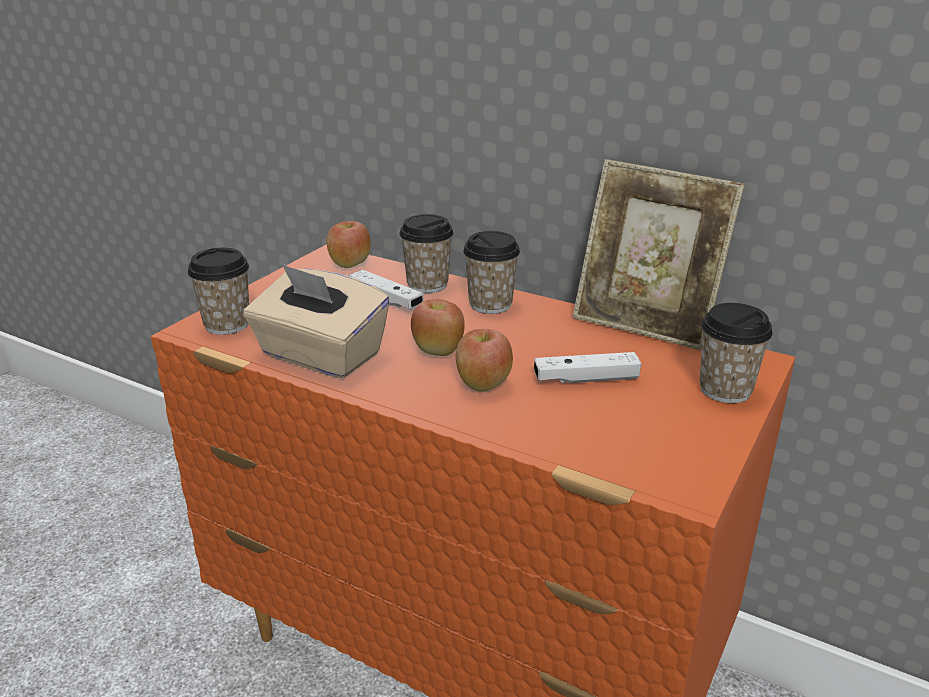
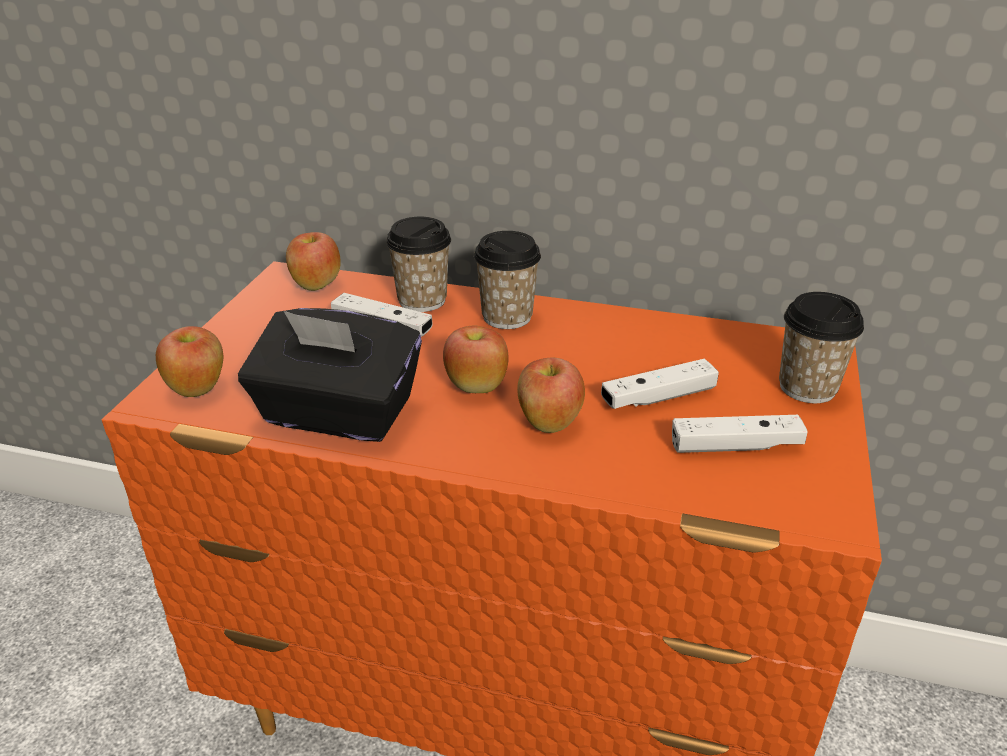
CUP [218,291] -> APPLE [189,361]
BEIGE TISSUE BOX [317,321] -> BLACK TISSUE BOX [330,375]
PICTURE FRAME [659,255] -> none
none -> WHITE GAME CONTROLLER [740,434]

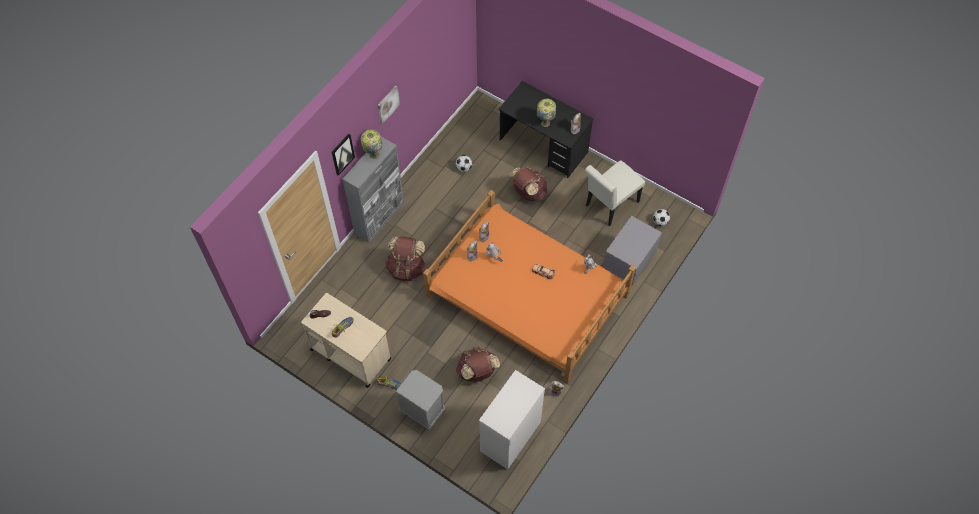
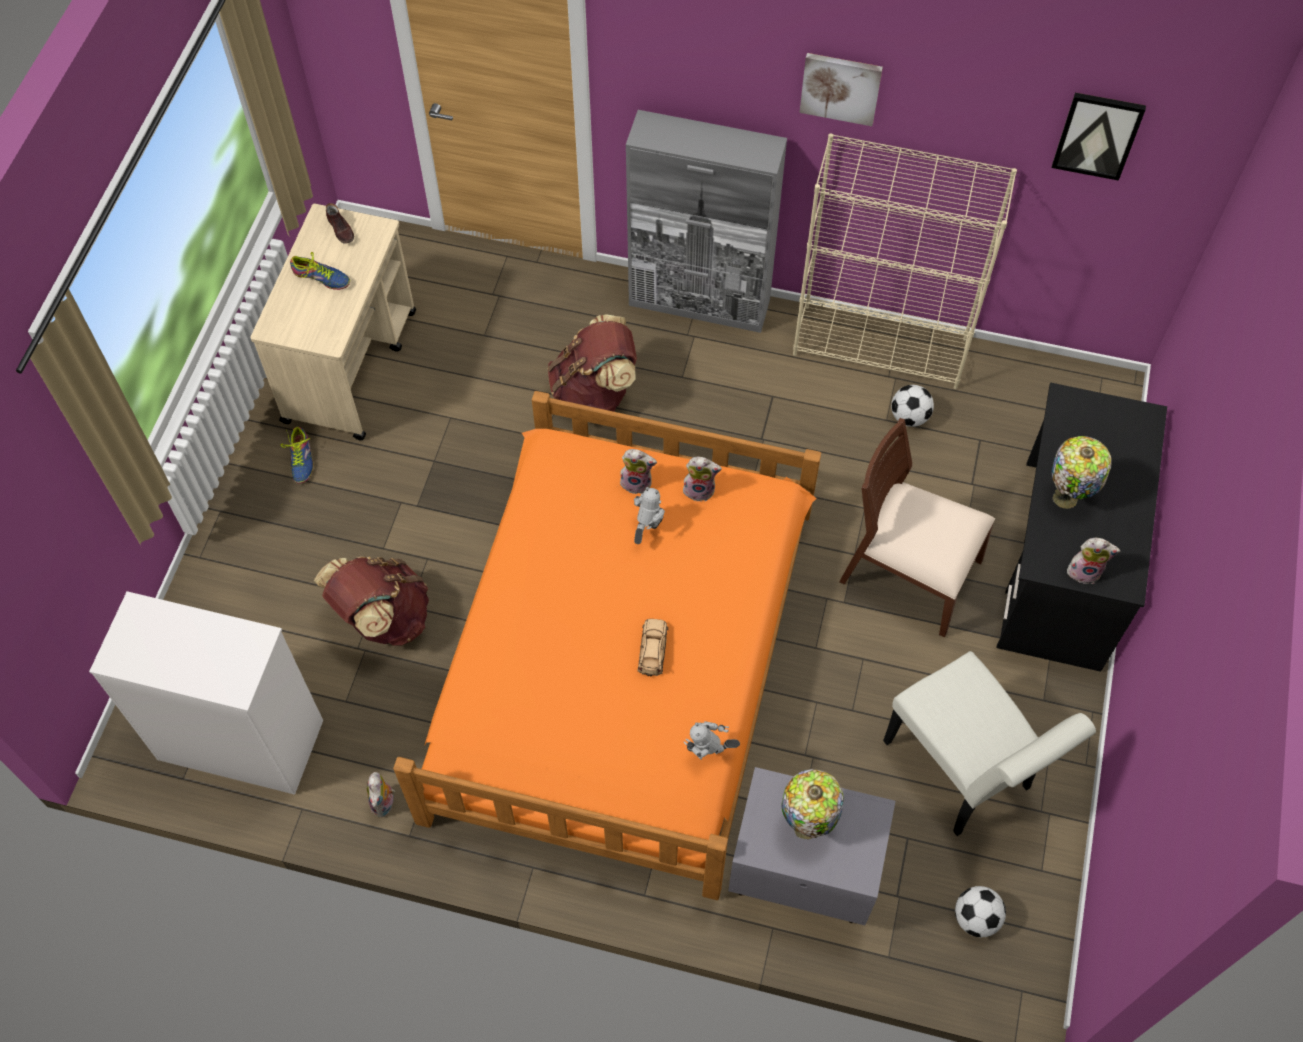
PICTURE [343,154] -> PICTURE [1099,137], shifted
TABLE LAMP [372,144] -> TABLE LAMP [813,804], shifted
GREY NIGHTSTAND [420,400] -> none
BROWN BACKPACK [527,184] -> BROWN CHAIR [917,528]
WHITE CHAIR [615,193] -> WHITE CHAIR [989,743], 150 degrees counterclockwise
none -> BEIGE BOOKCASE [905,261]

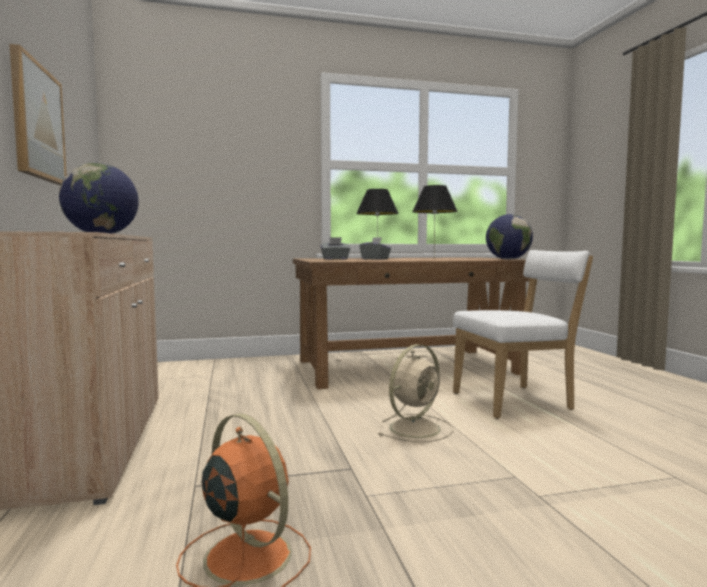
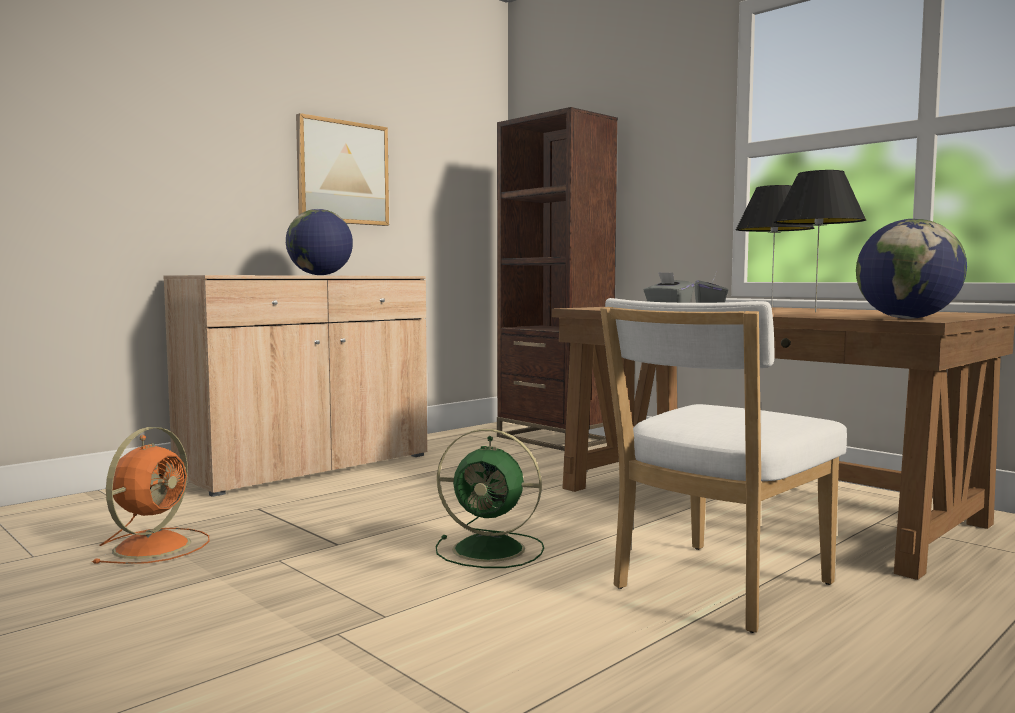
BEIGE FAN [415,393] -> GREEN FAN [490,498]
WHITE CHAIR [523,334] -> WHITE CHAIR [723,465], 90 degrees clockwise
none -> BROWN BOOKCASE [557,279]

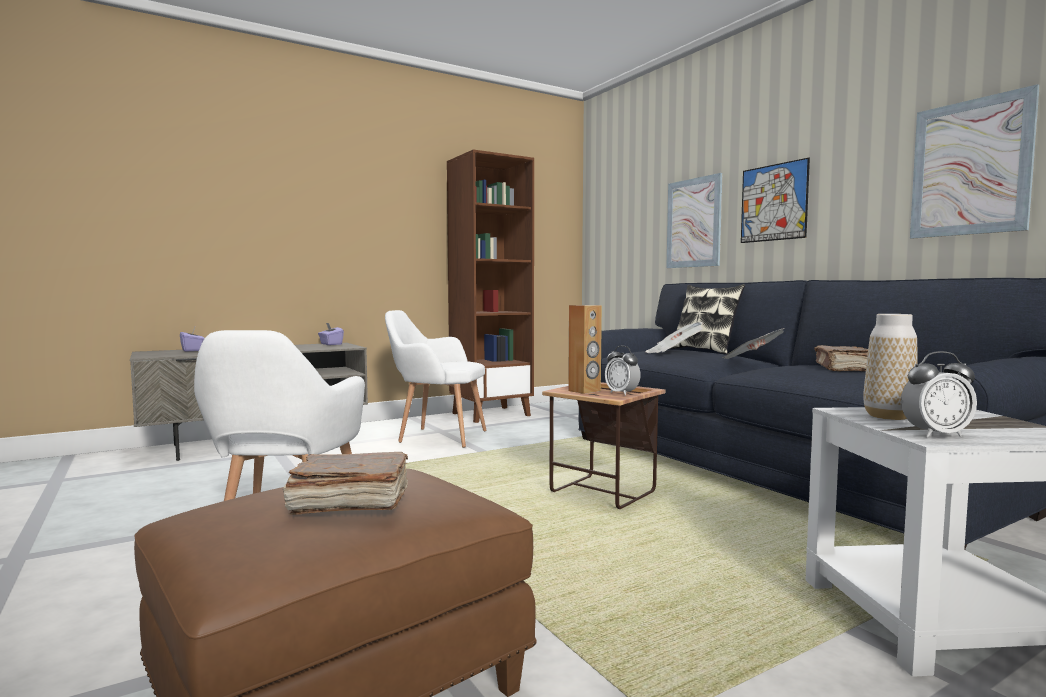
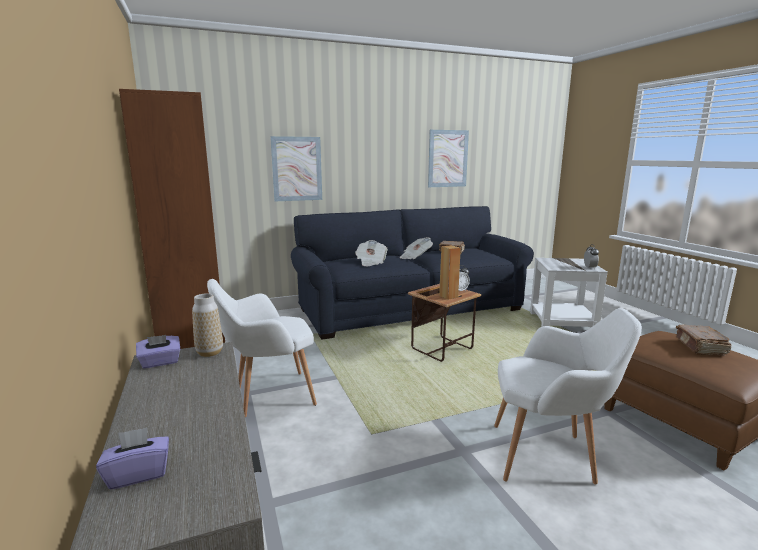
WHITE ARMCHAIR [435,379] -> WHITE ARMCHAIR [262,348], 45 degrees clockwise
PILLOW [708,319] -> none
PICTURE [775,200] -> none
VASE [890,367] -> VASE [207,325], shifted

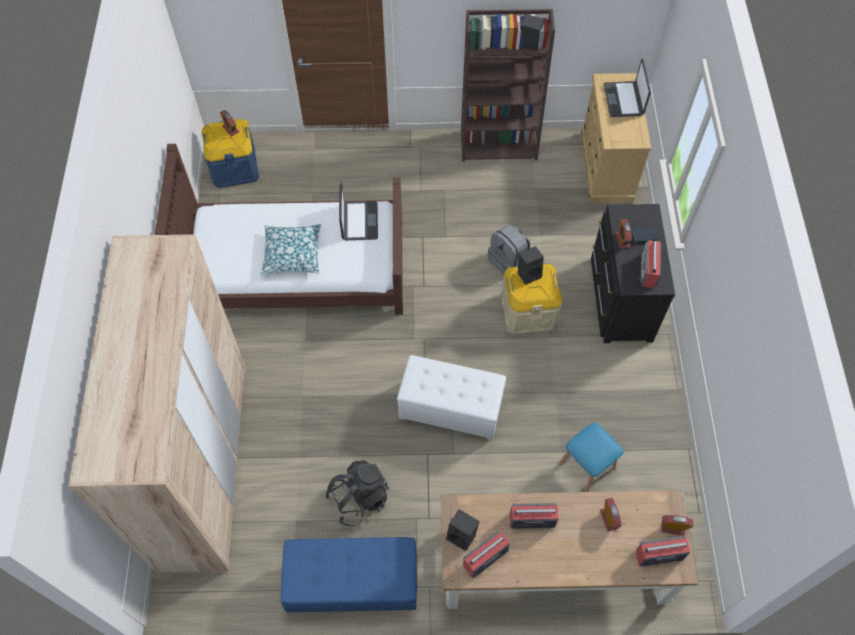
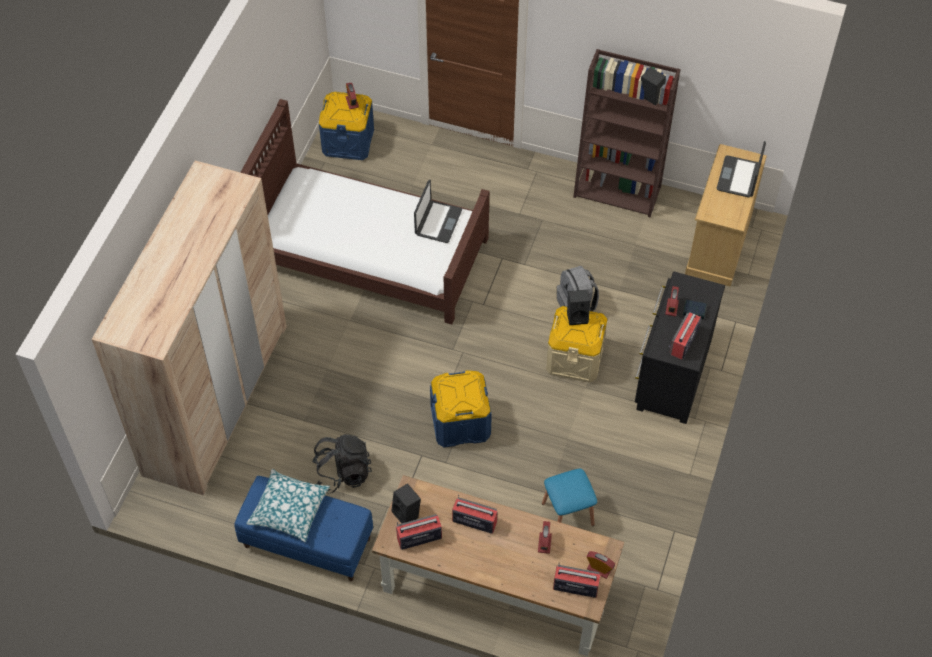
PILLOW [291,249] -> PILLOW [288,505], shifted
WHITE OTTOMAN [451,397] -> BLUE STORAGE BOX [461,409]

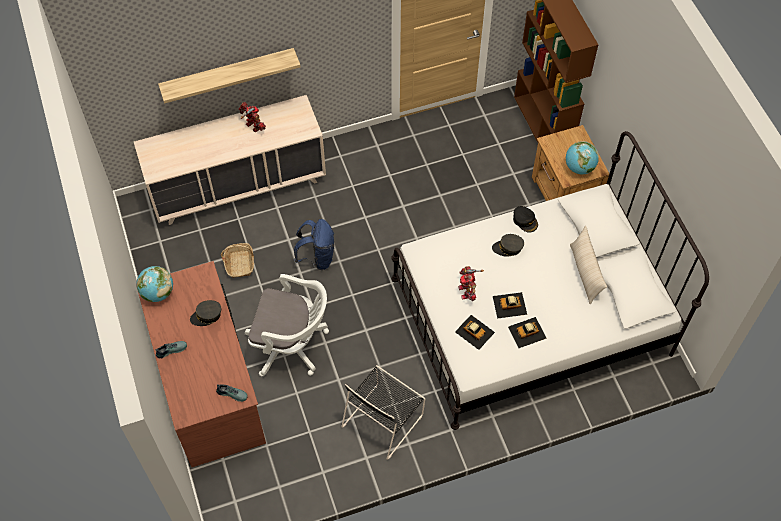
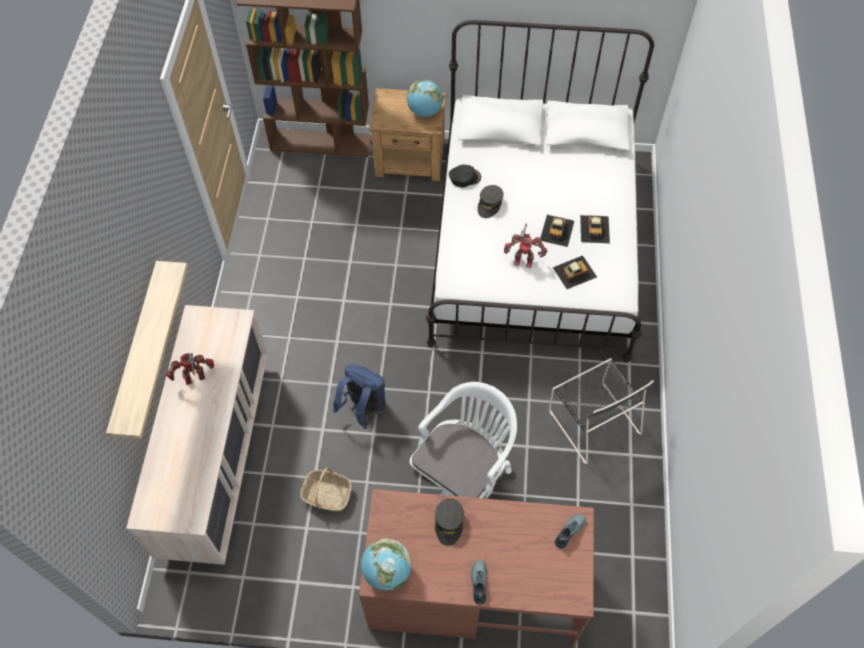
BEIGE PILLOW [588,265] -> none

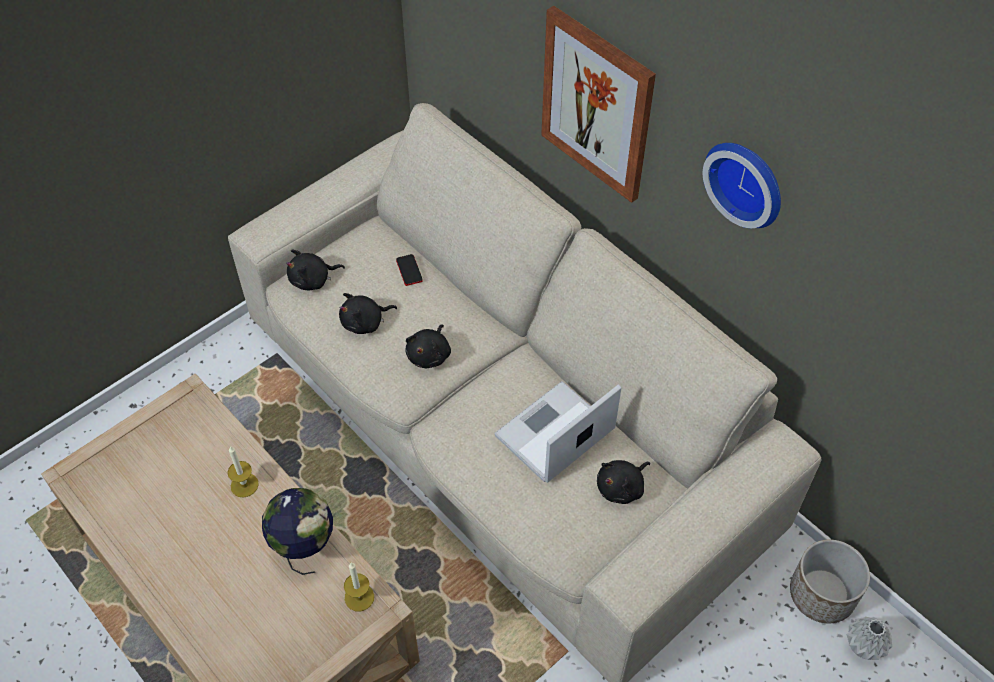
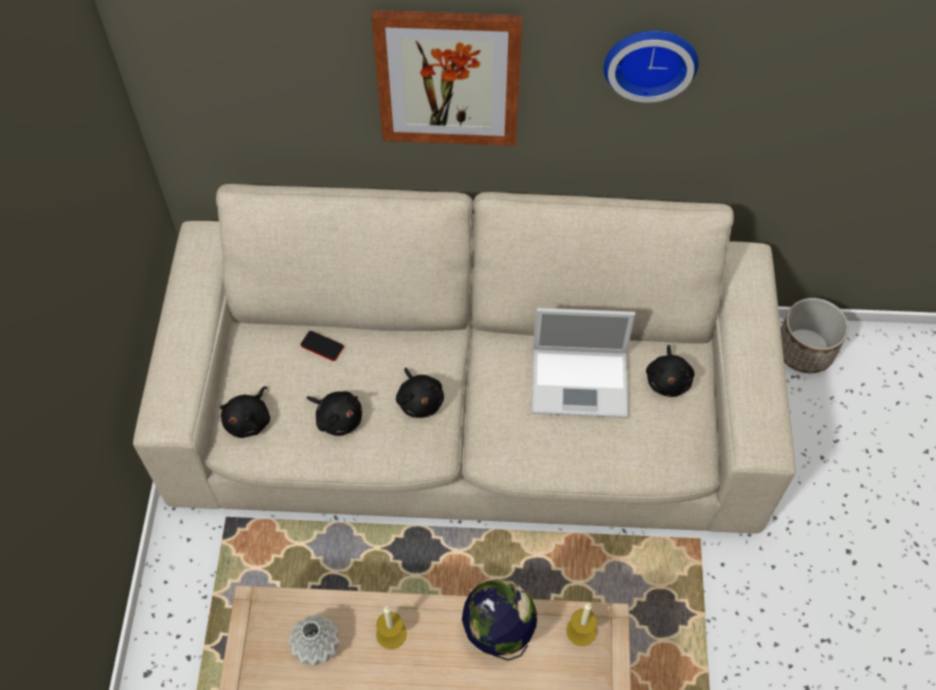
BLACK PLUSH TOY [368,313] -> BLACK PLUSH TOY [334,413], 75 degrees counterclockwise
LAPTOP [557,432] -> LAPTOP [583,363], 90 degrees counterclockwise
GREY VASE [869,638] -> GREY VASE [314,640], shifted

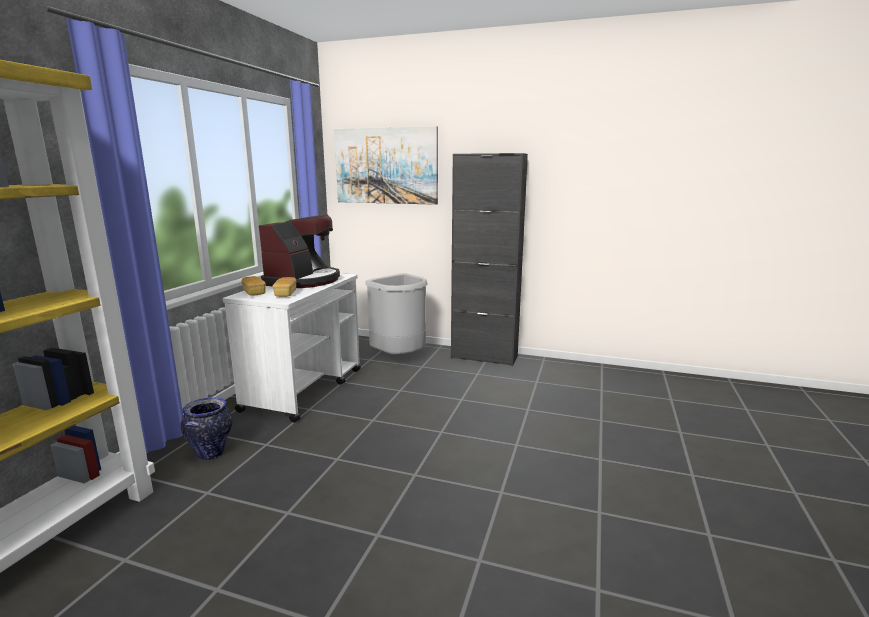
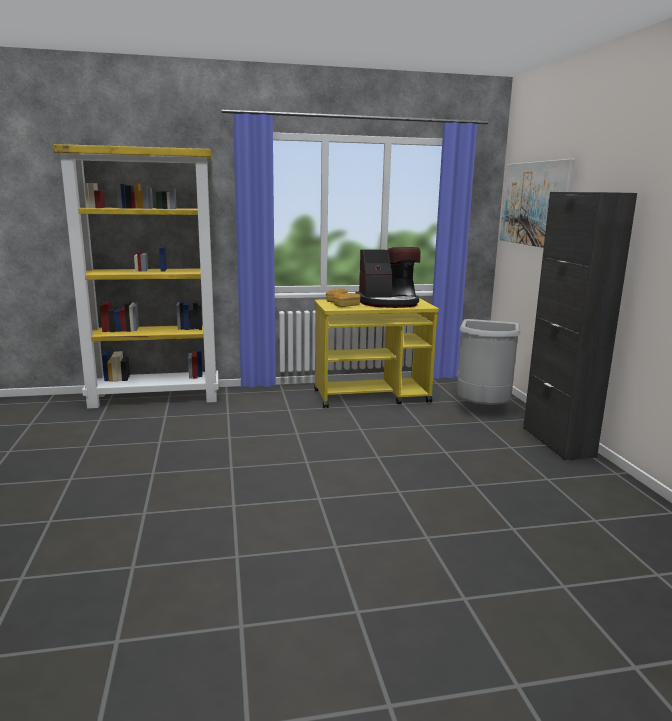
VASE [206,428] -> none
WHITE CART [292,348] -> YELLOW CART [376,353]

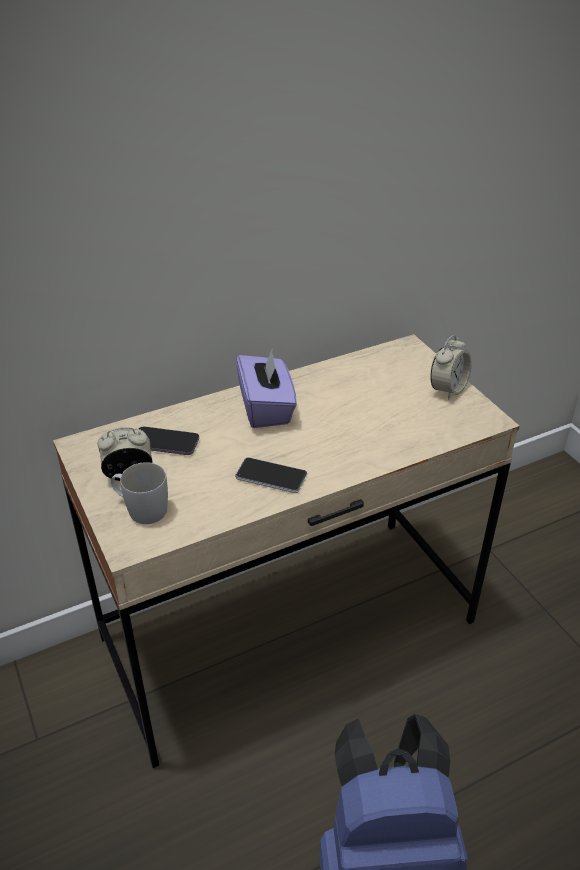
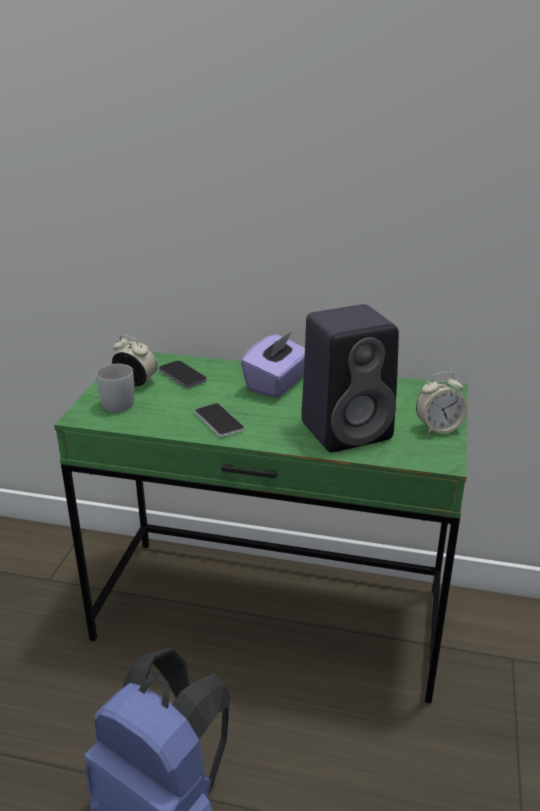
BEIGE DESK [286,551] -> GREEN DESK [261,527]
none -> BLACK SPEAKER [350,378]

